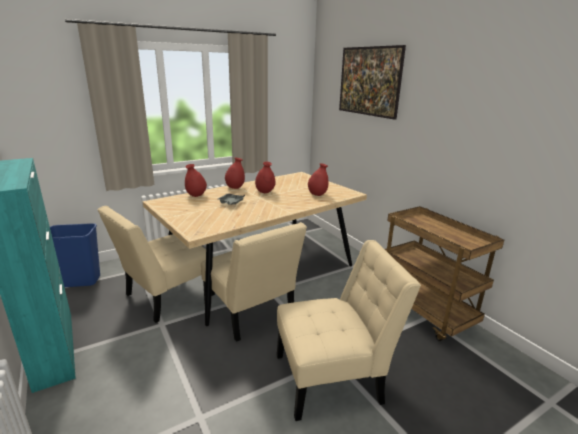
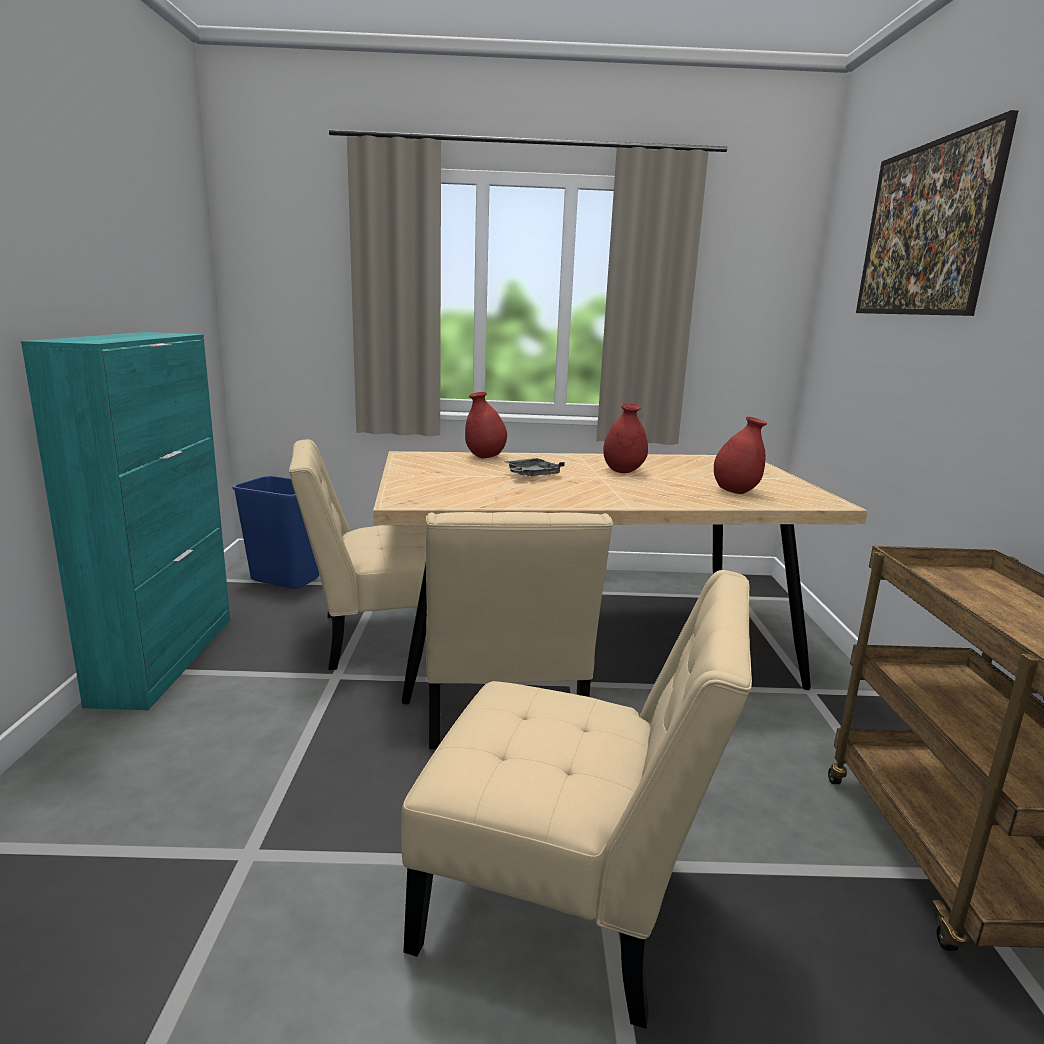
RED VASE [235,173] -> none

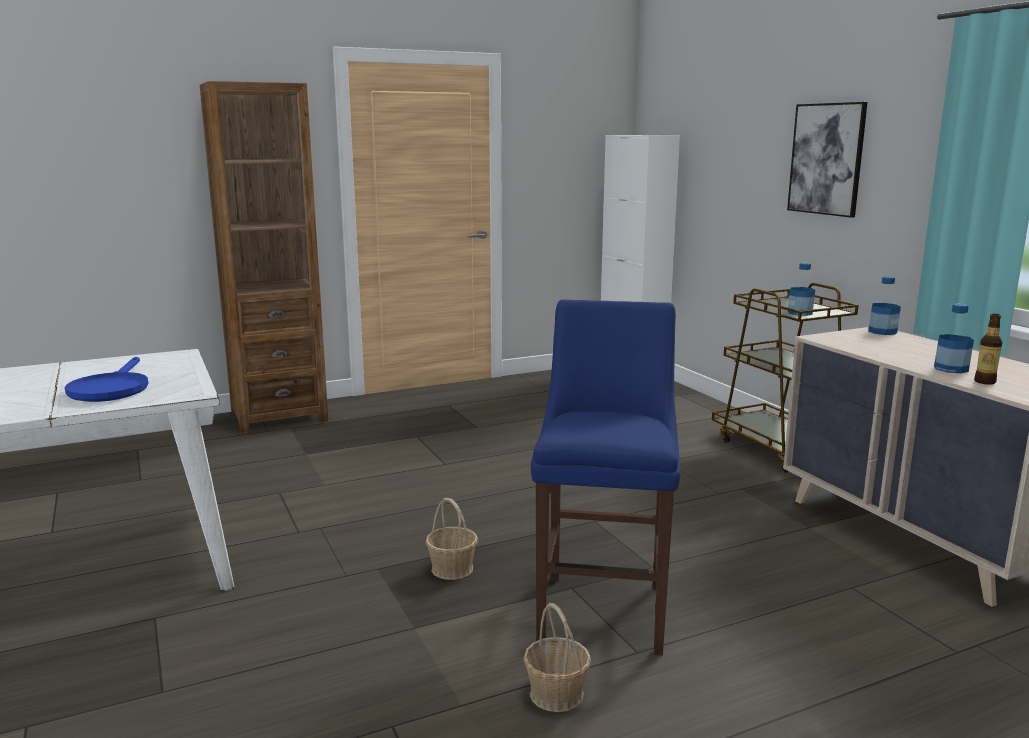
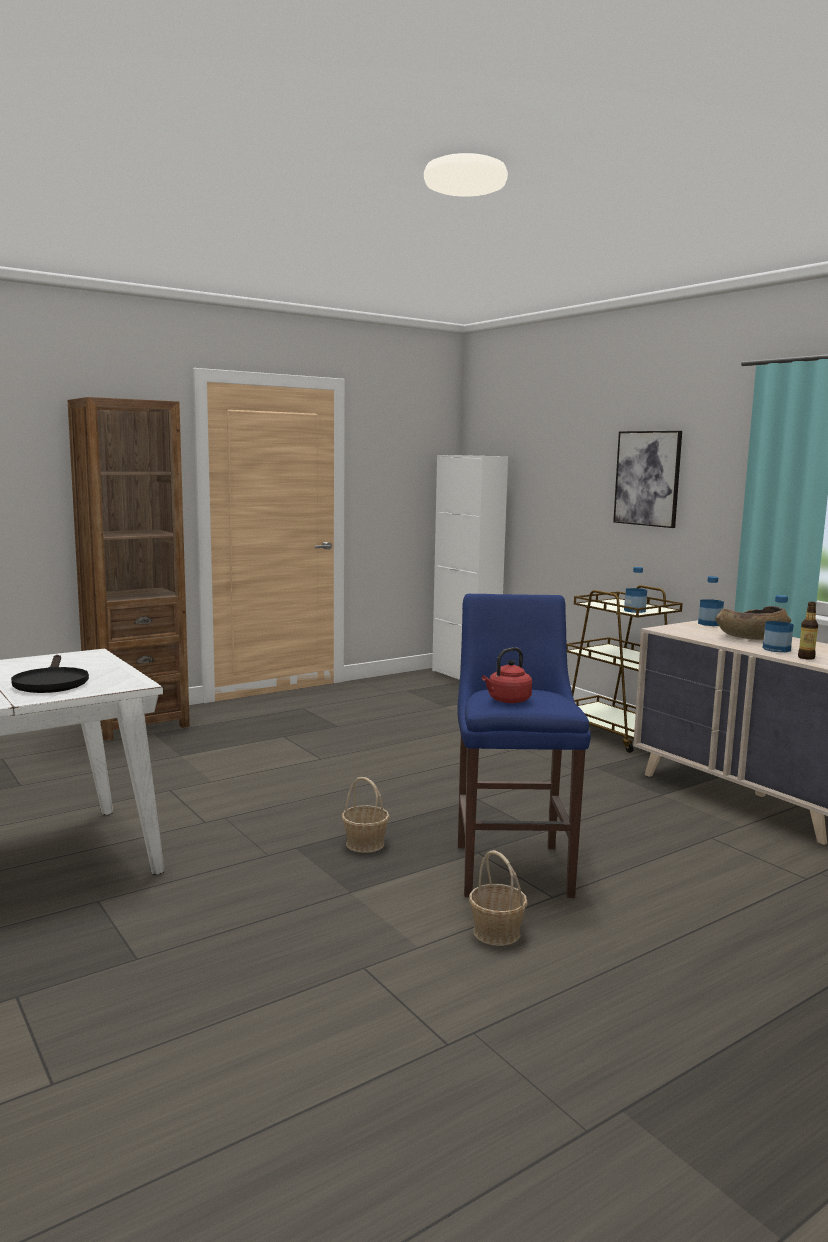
BLUE FRYING PAN [106,379] -> BLACK FRYING PAN [50,674]
none -> RED KETTLE [507,675]
none -> BROWN BOWL [753,623]

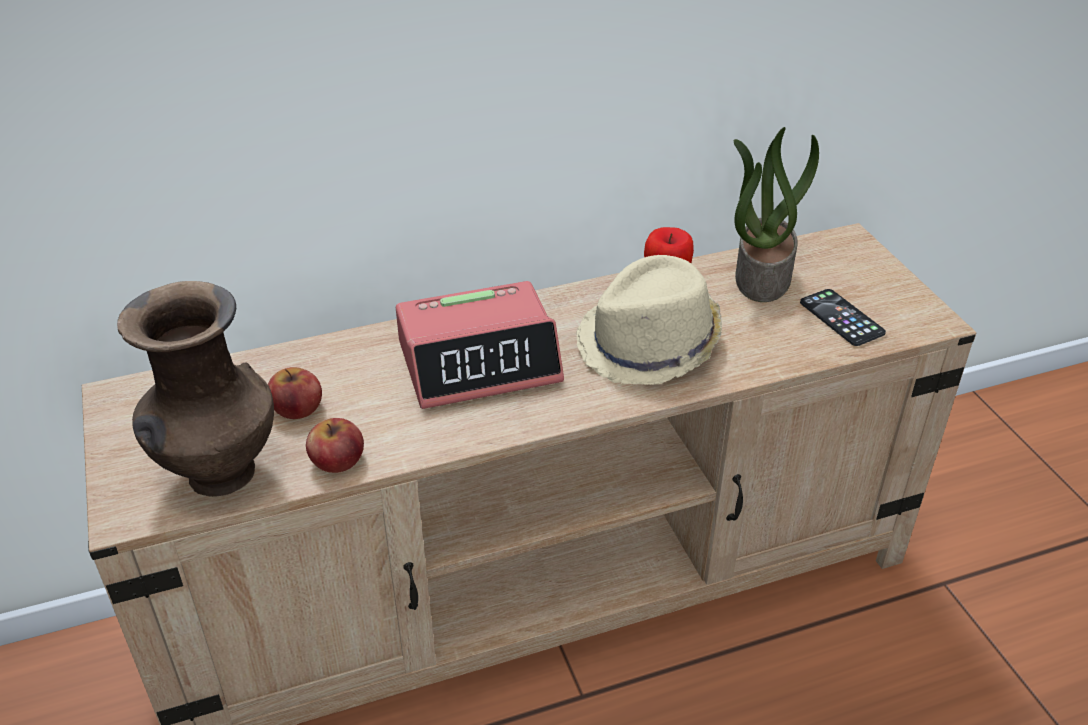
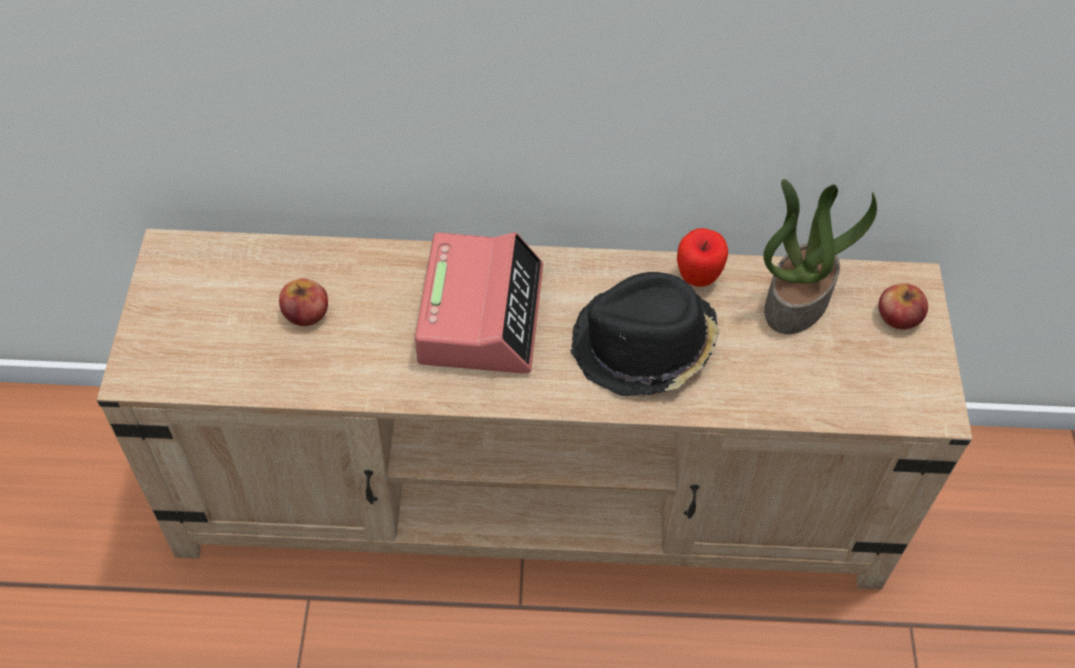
BROWN VASE [195,389] -> none
APPLE [335,445] -> APPLE [903,306], shifted
ALARM CLOCK [480,345] -> ALARM CLOCK [479,303], 90 degrees counterclockwise
BEIGE HAT [649,320] -> BLACK HAT [644,334]
PHONE [843,317] -> none

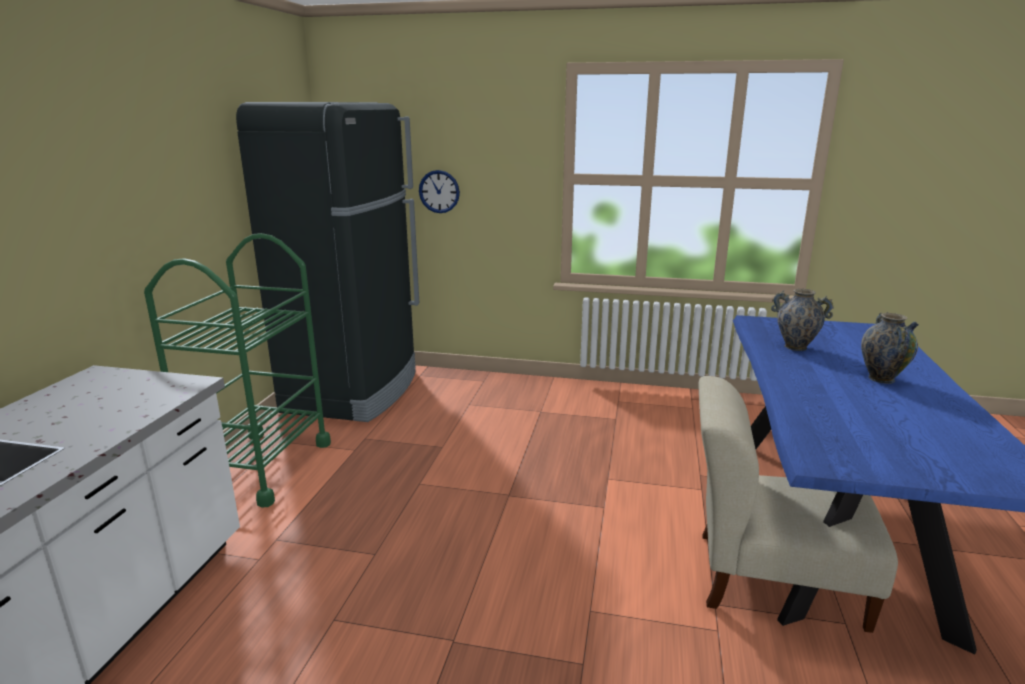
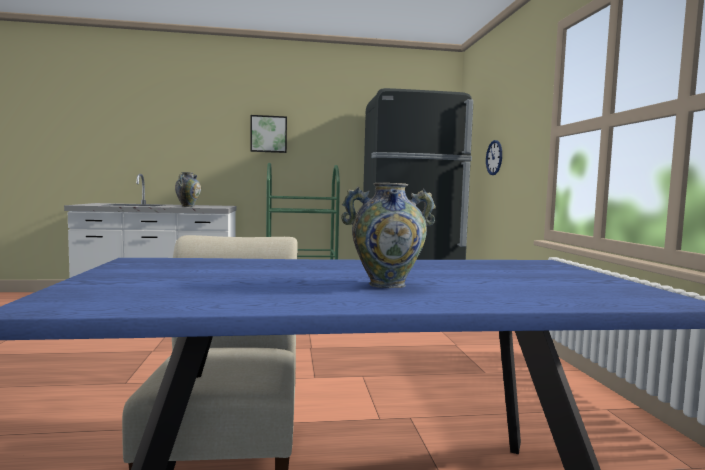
VASE [802,320] -> VASE [188,189], shifted
none -> PICTURE [268,134]

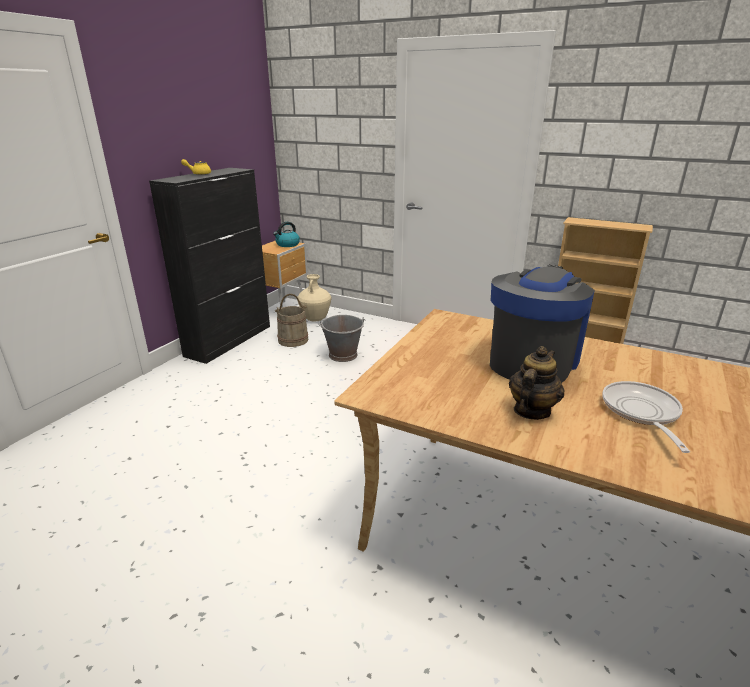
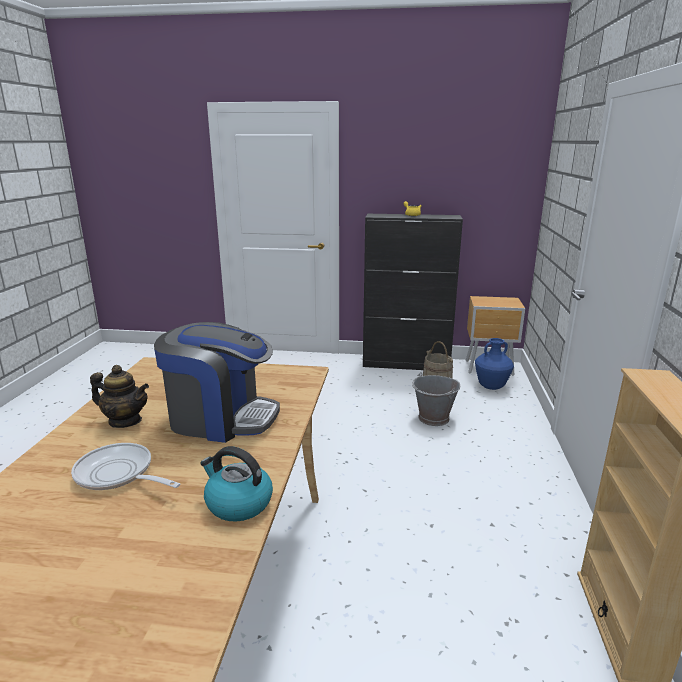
KETTLE [286,234] -> KETTLE [236,483], shifted
BEIGE VASE [314,298] -> BLUE VASE [494,364]
FRYING PAN [646,417] -> FRYING PAN [125,466], 135 degrees counterclockwise

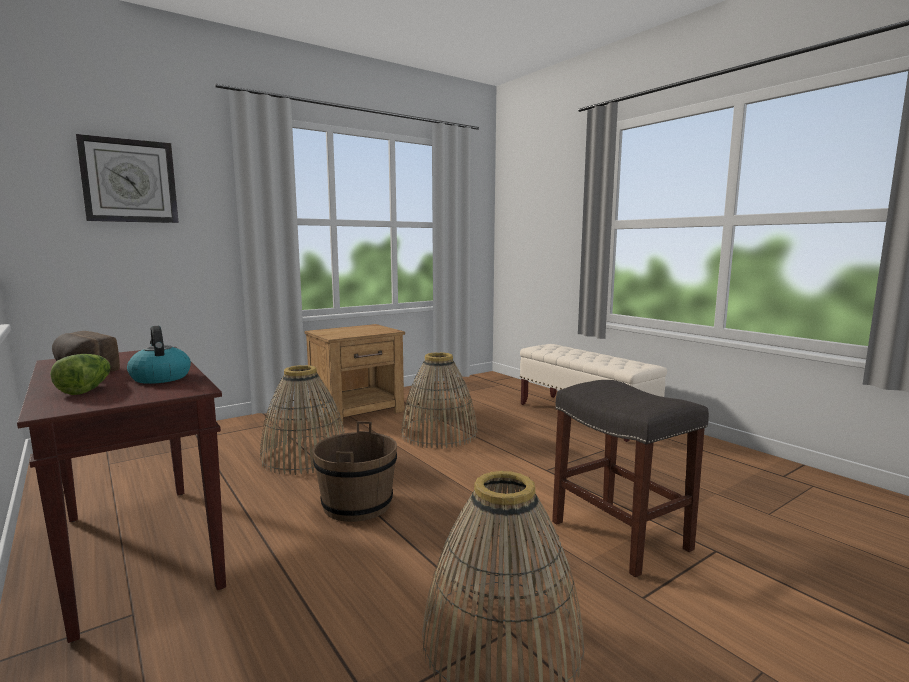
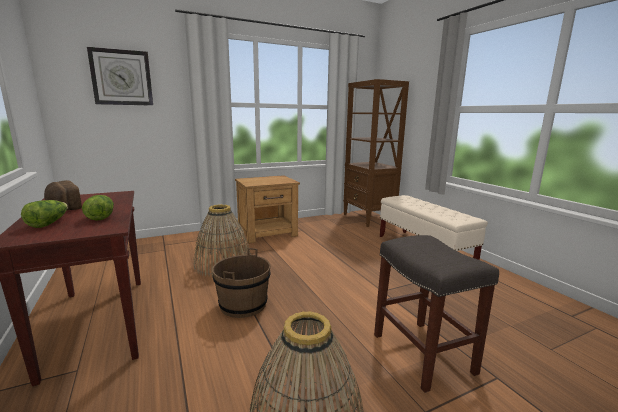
KETTLE [159,355] -> LETTUCE [98,208]
BASKET [439,400] -> none
none -> BROWN BOOKCASE [376,153]

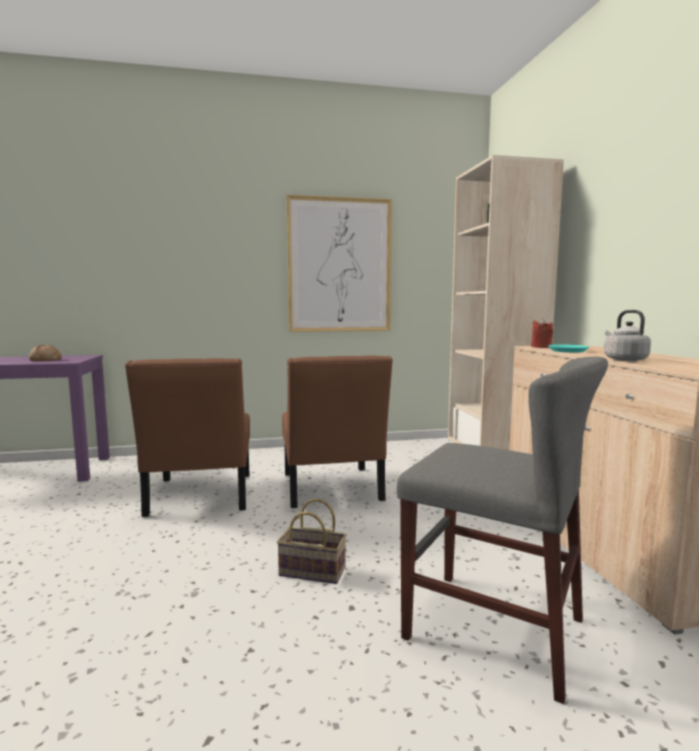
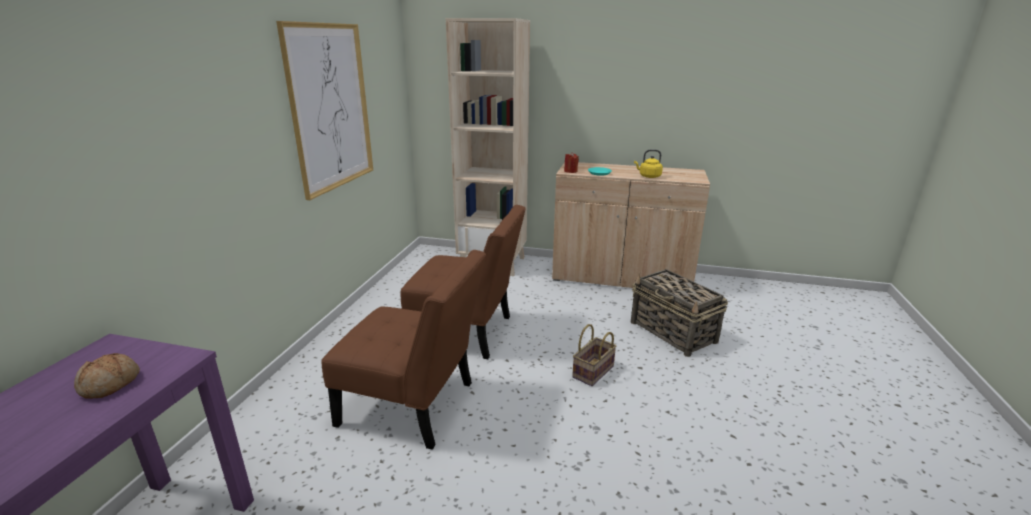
GREY CHAIR [502,530] -> BASKET [679,313]
GREY KETTLE [627,335] -> YELLOW KETTLE [648,163]

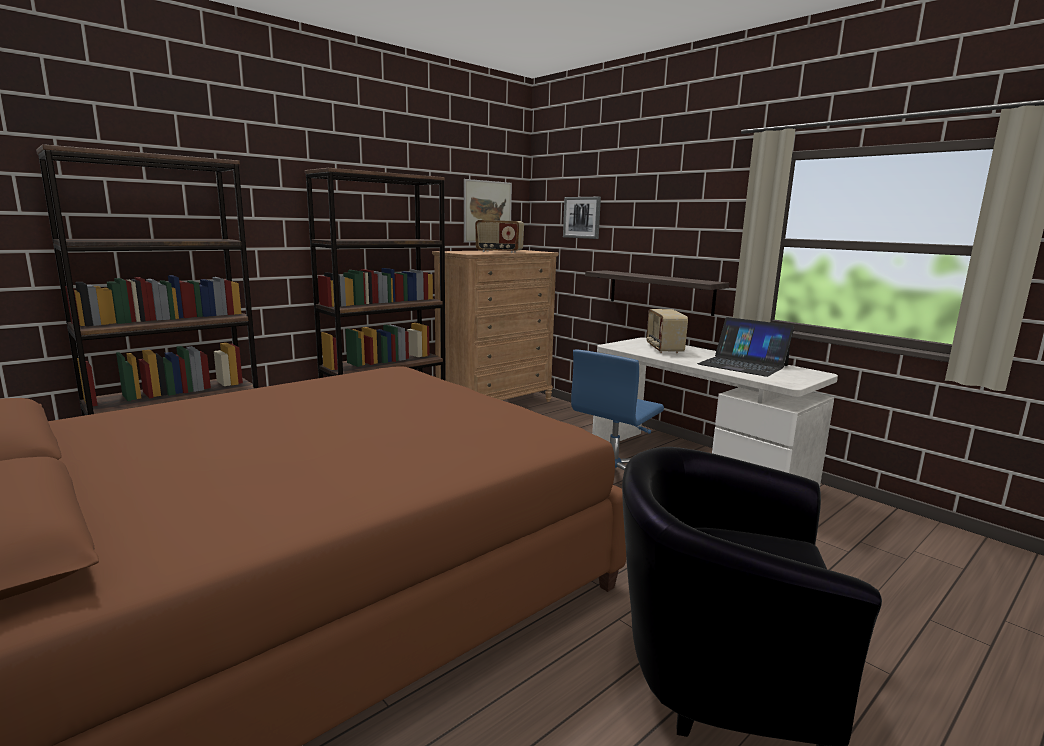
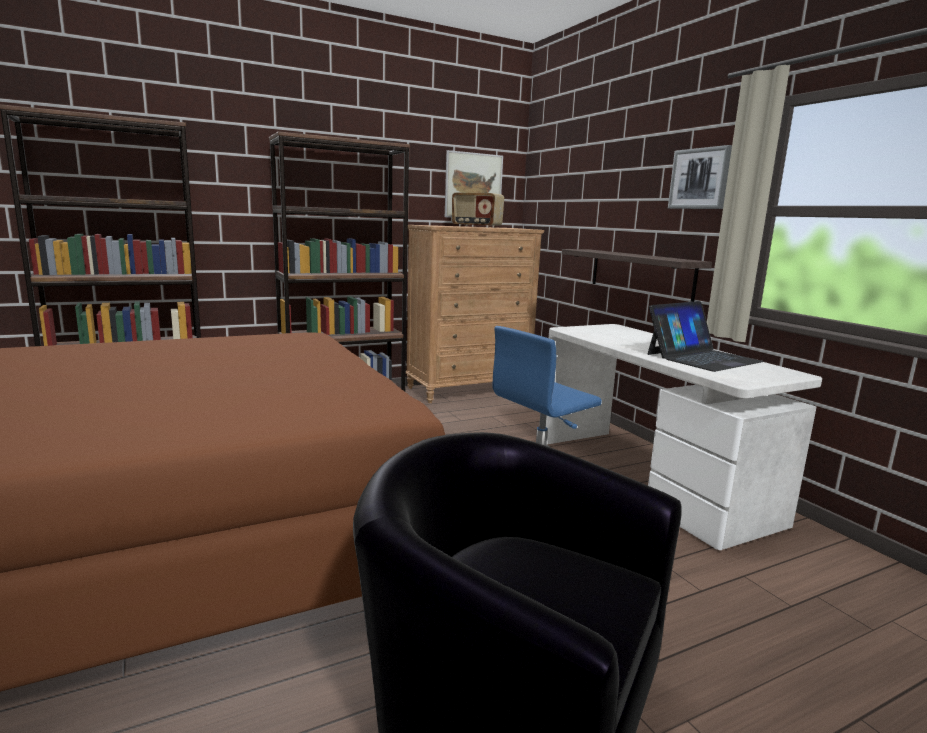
PICTURE [582,218] -> PICTURE [700,177], shifted
RADIO [667,331] -> none
LAPTOP [745,347] -> LAPTOP [706,336], 90 degrees counterclockwise

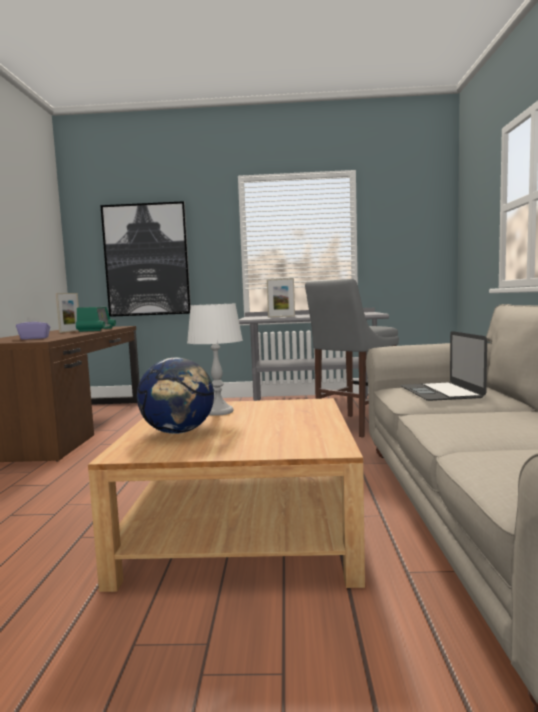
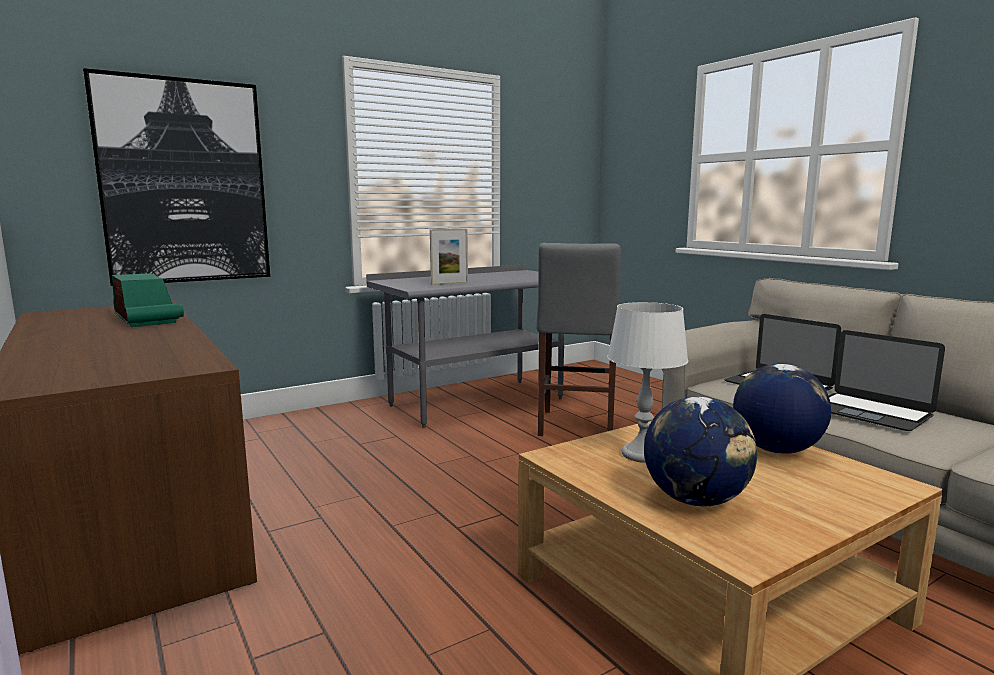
PURPLE TISSUE BOX [33,328] -> none
PICTURE FRAME [67,313] -> none
none -> GLOBE [782,409]
none -> LAPTOP [886,380]

